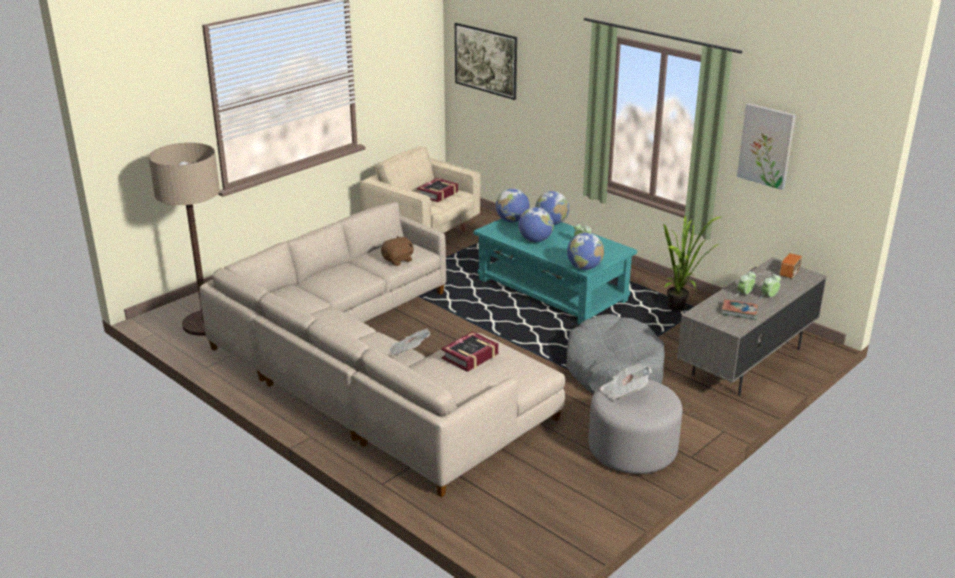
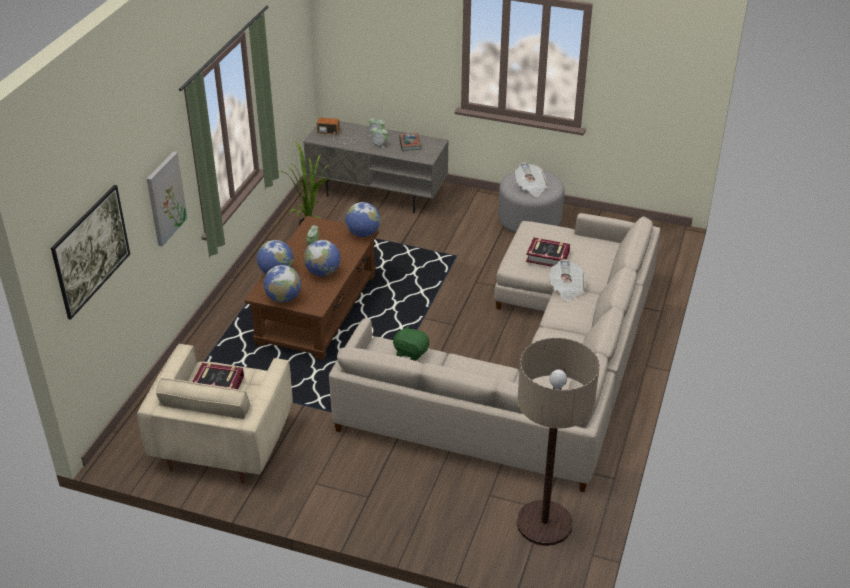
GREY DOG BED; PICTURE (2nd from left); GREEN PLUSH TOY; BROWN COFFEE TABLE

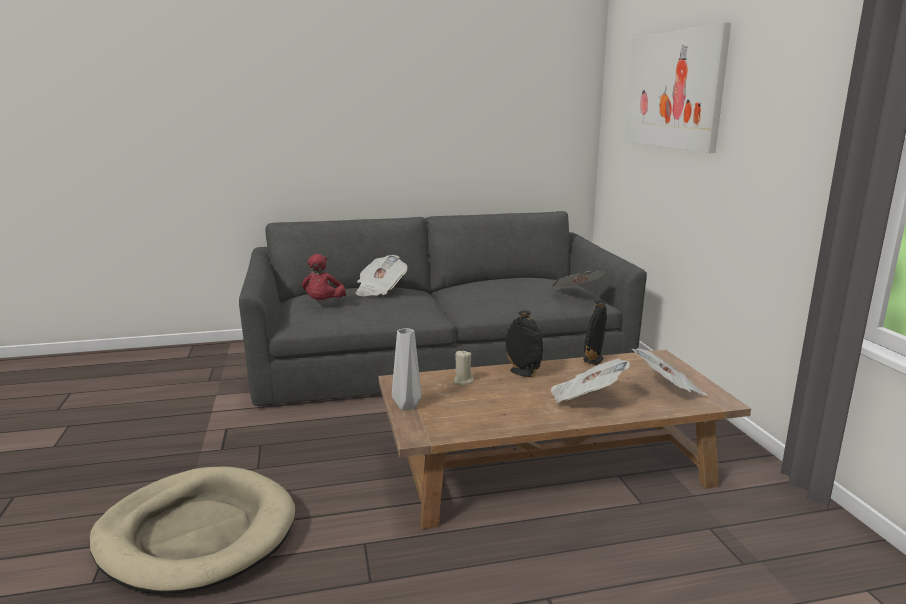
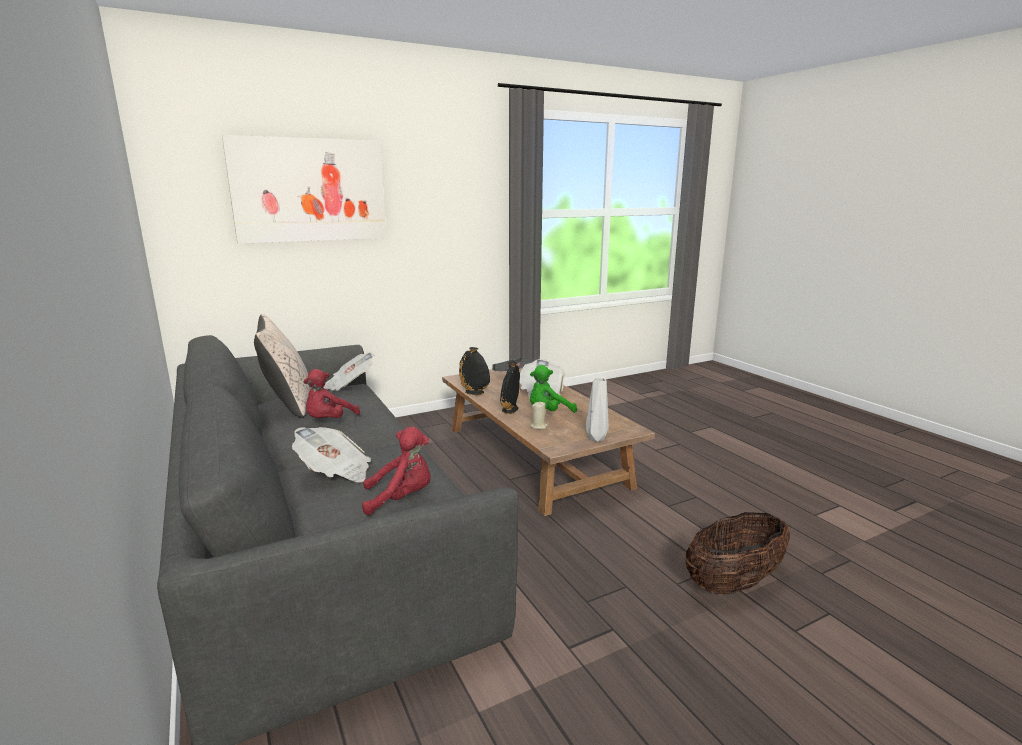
BEIGE PILLOW; RED PLUSH TOY (1st from left); GREEN PLUSH TOY; BASKET

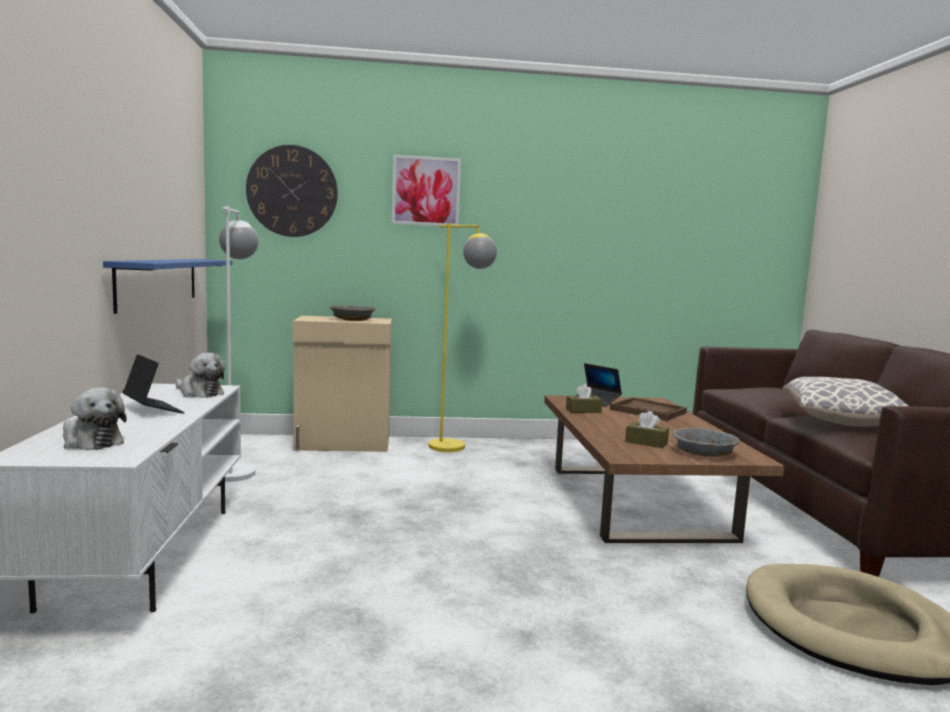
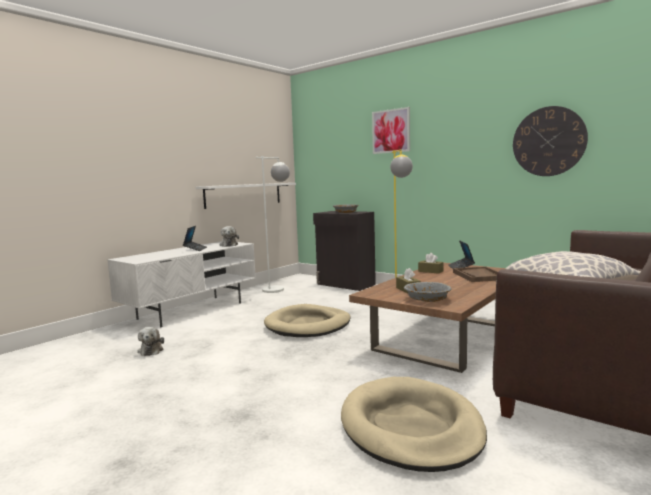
BEIGE DOG BED (1st from left); PLUSH TOY (1st from left); WALL CLOCK; WHITE SHELF; BLACK CABINET

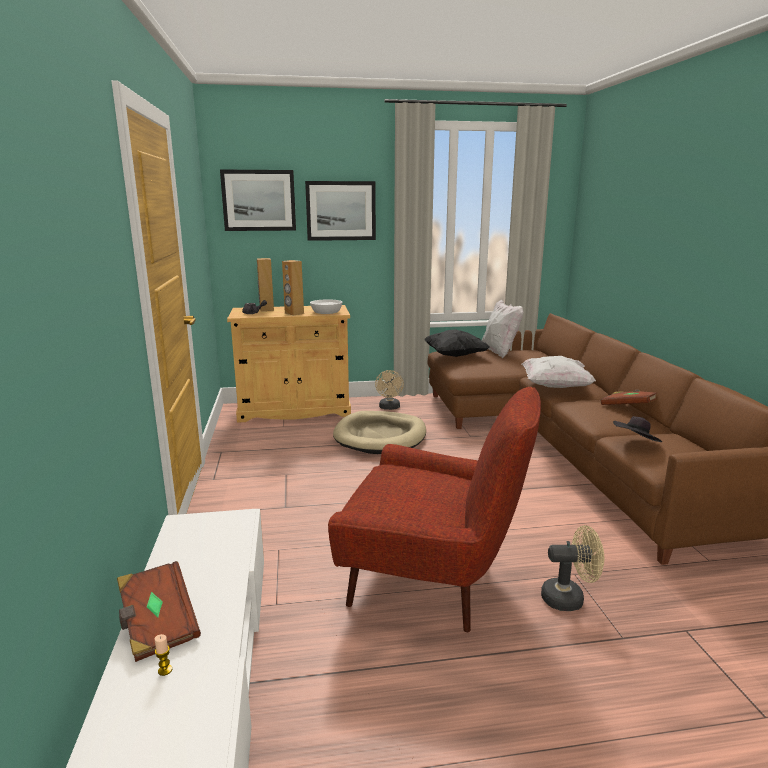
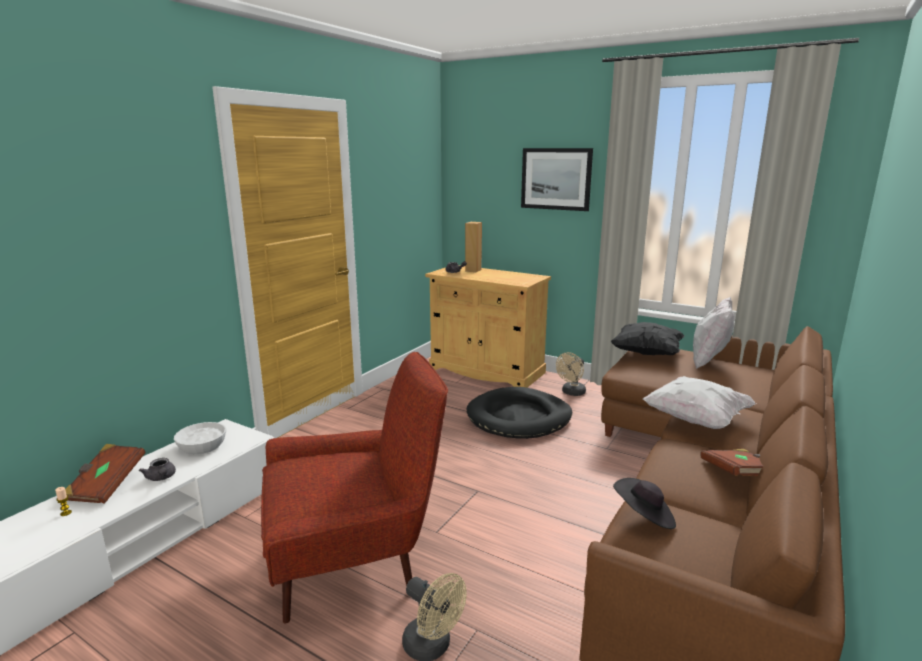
PICTURE (1st from left in the first image); BROWN SPEAKER (2nd from left in the first image); GREY TEAPOT (1st from left); WHITE BOWL; BLACK DOG BED; RED ARMCHAIR

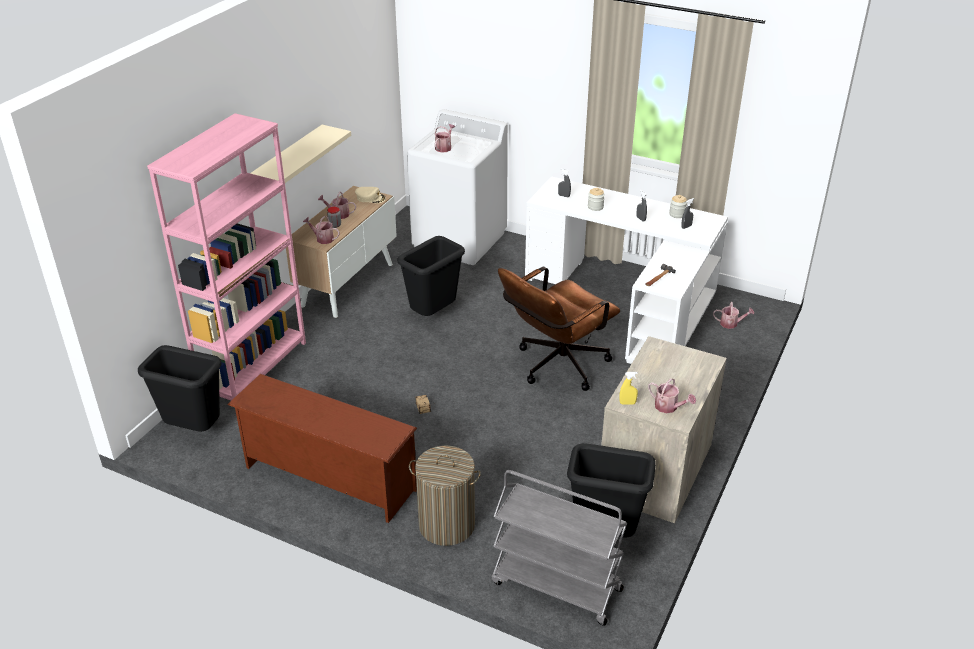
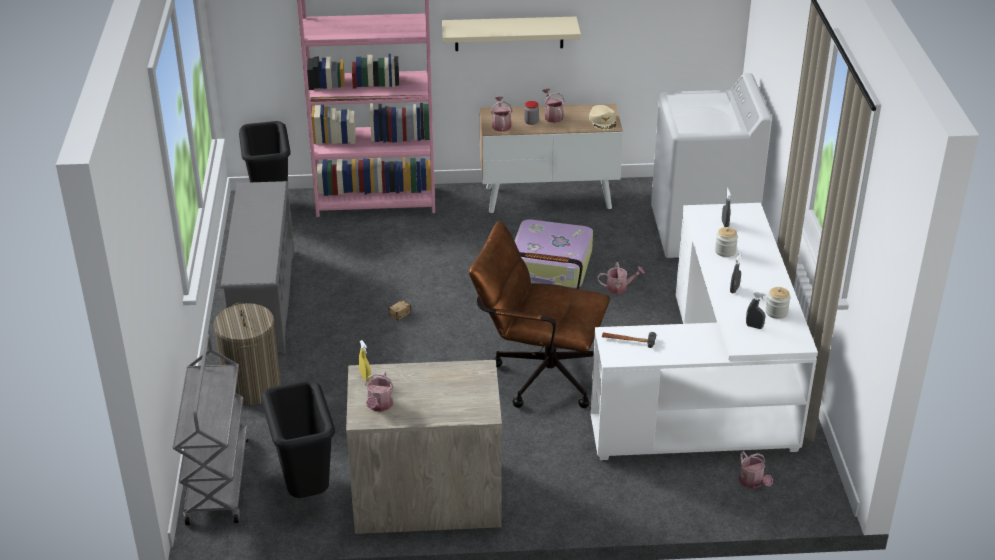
WATERING CAN (4th from left); SUITCASE; GREY SHOE RACK

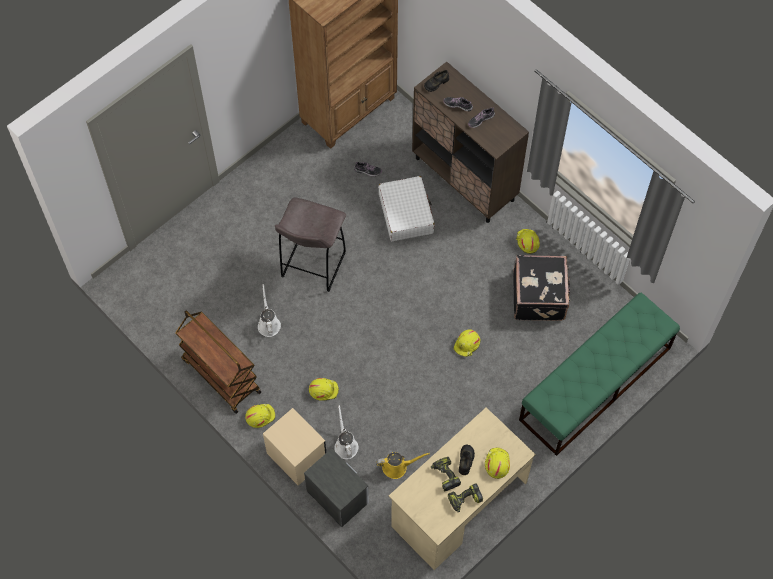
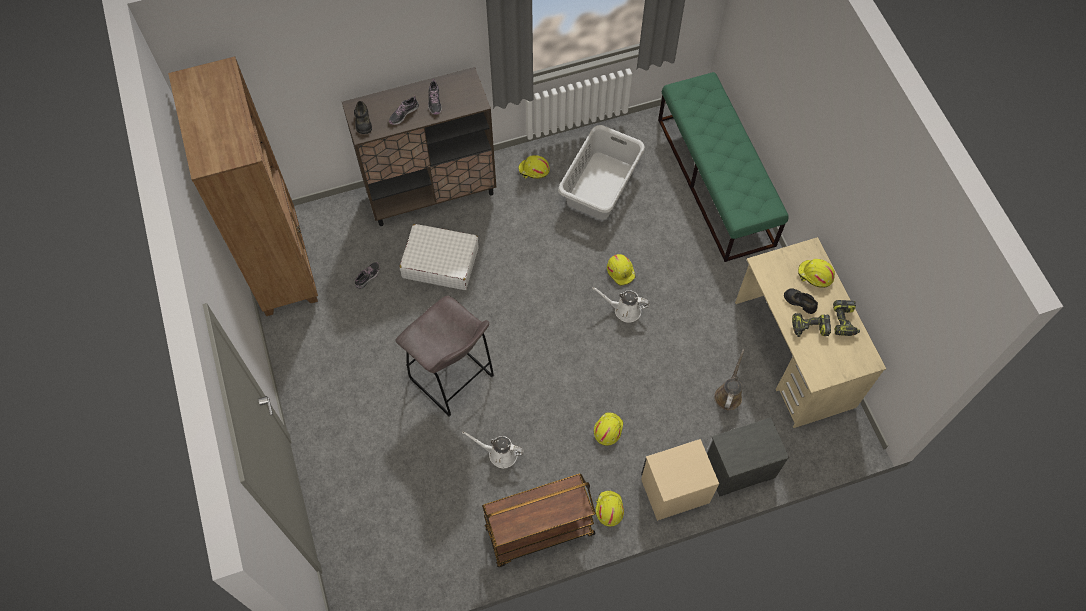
WHITE WATERING CAN (2nd from left); GREY LAUNDRY BASKET; BROWN WATERING CAN

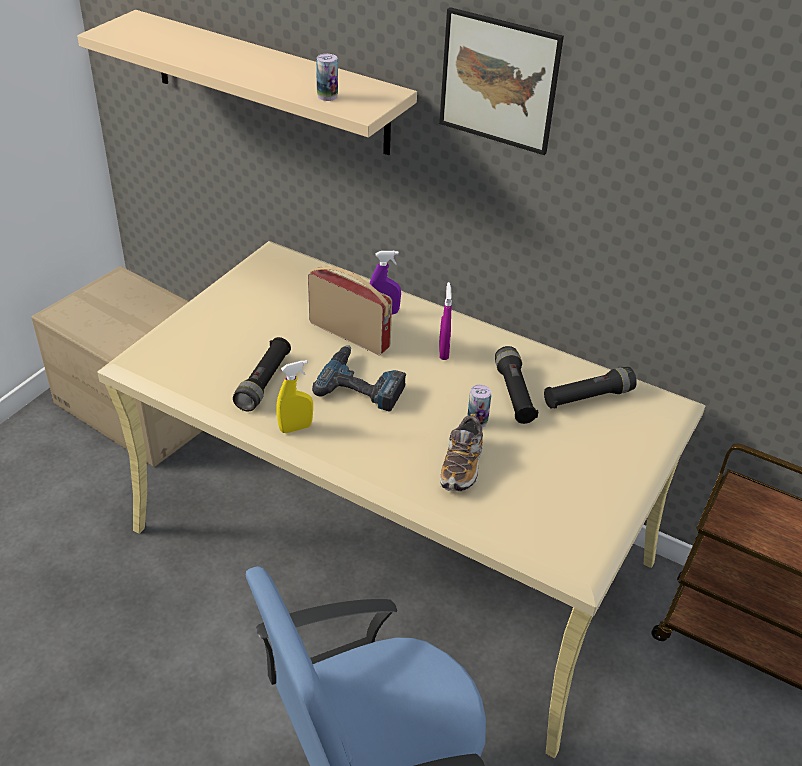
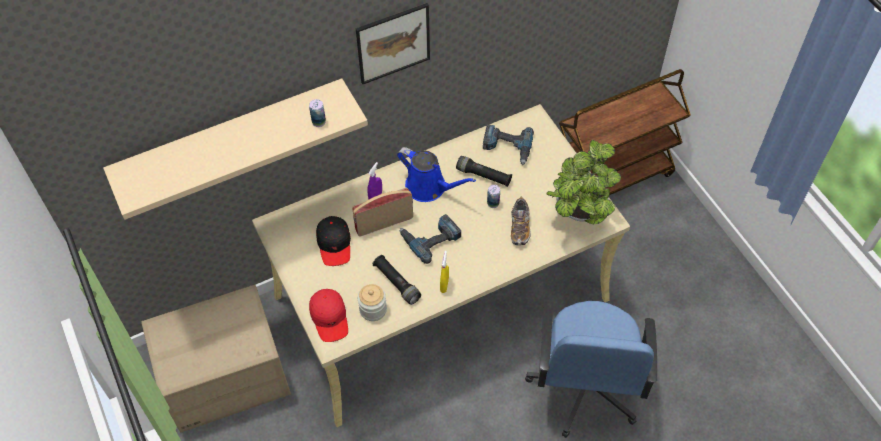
RED CAP; BLACK CAP; JAR; POTTED PLANT; BLUE WATERING CAN; POWER DRILL (2nd from left); SHOE

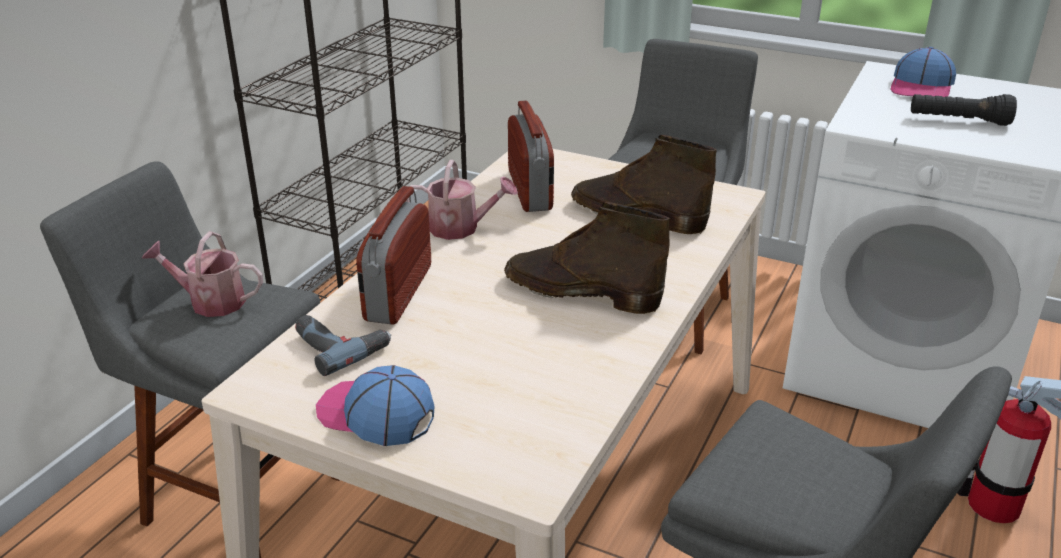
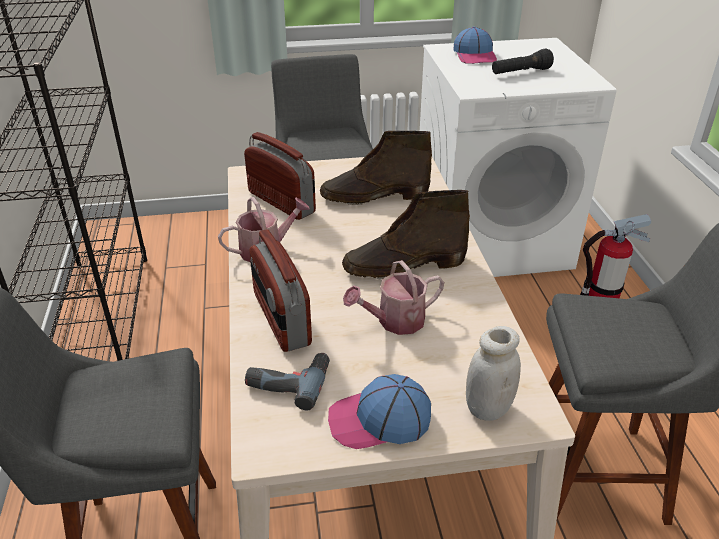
WHITE JAR; WATERING CAN (2nd from left)

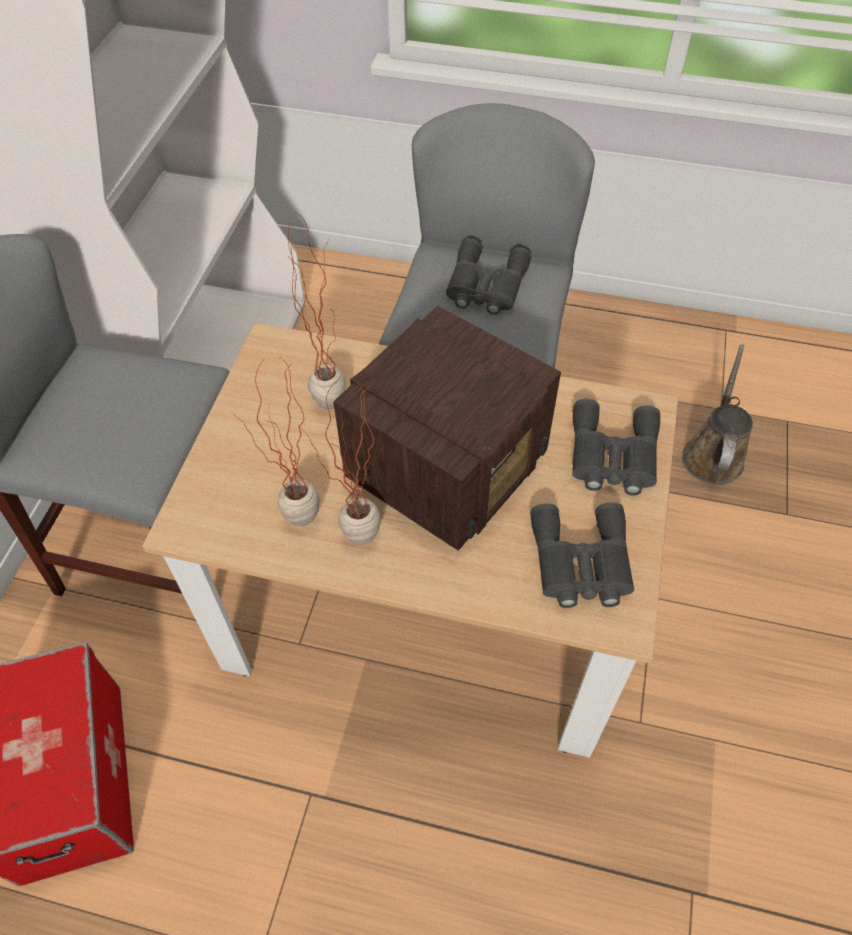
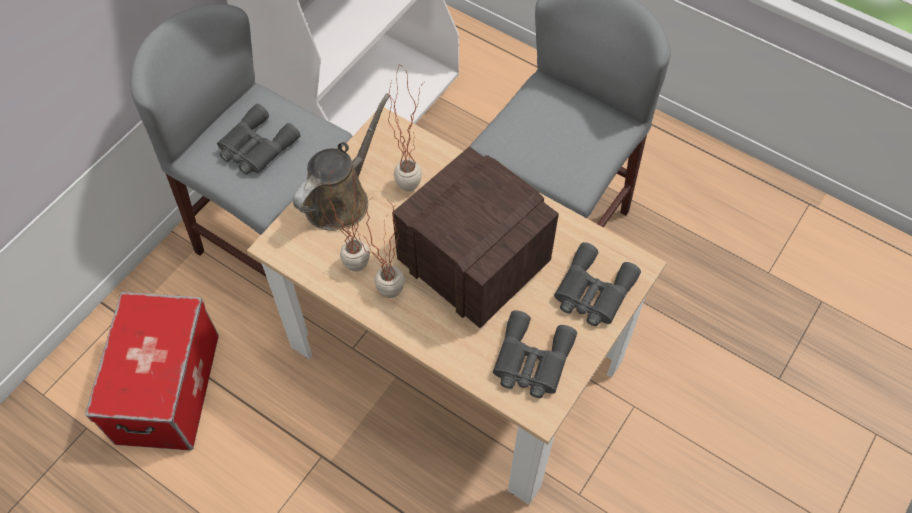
GREY BINOCULARS (1st from left); BROWN WATERING CAN; RADIO

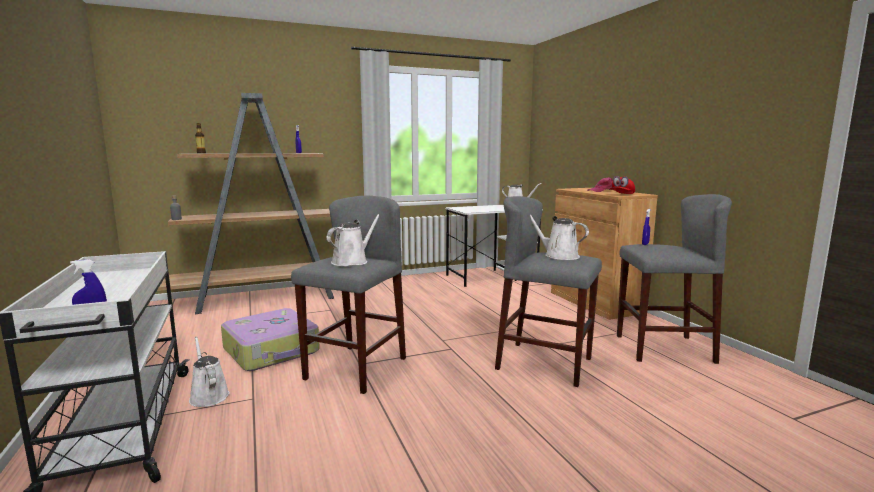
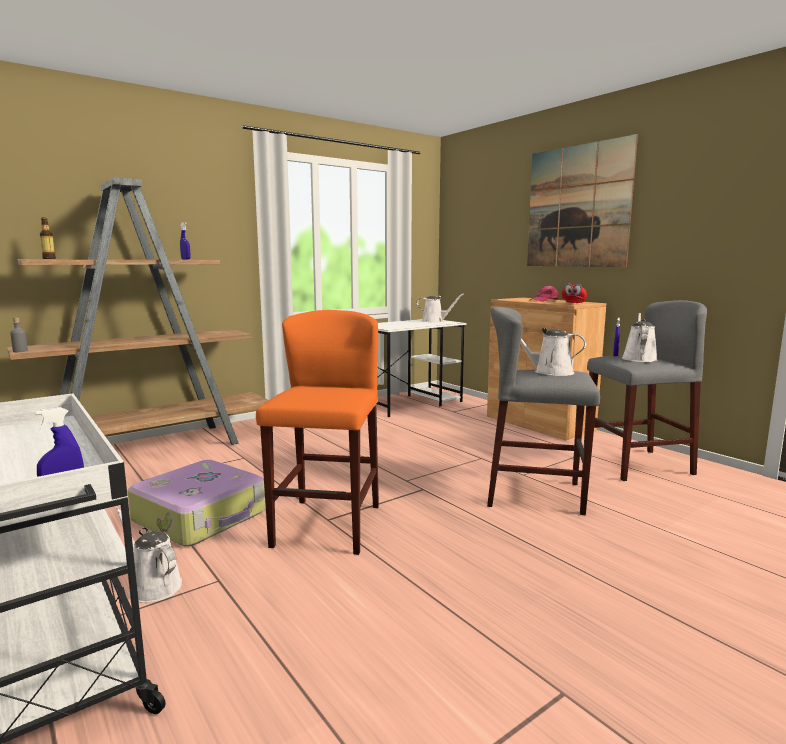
PICTURE; WHITE WATERING CAN (4th from left); ORANGE STOOL

